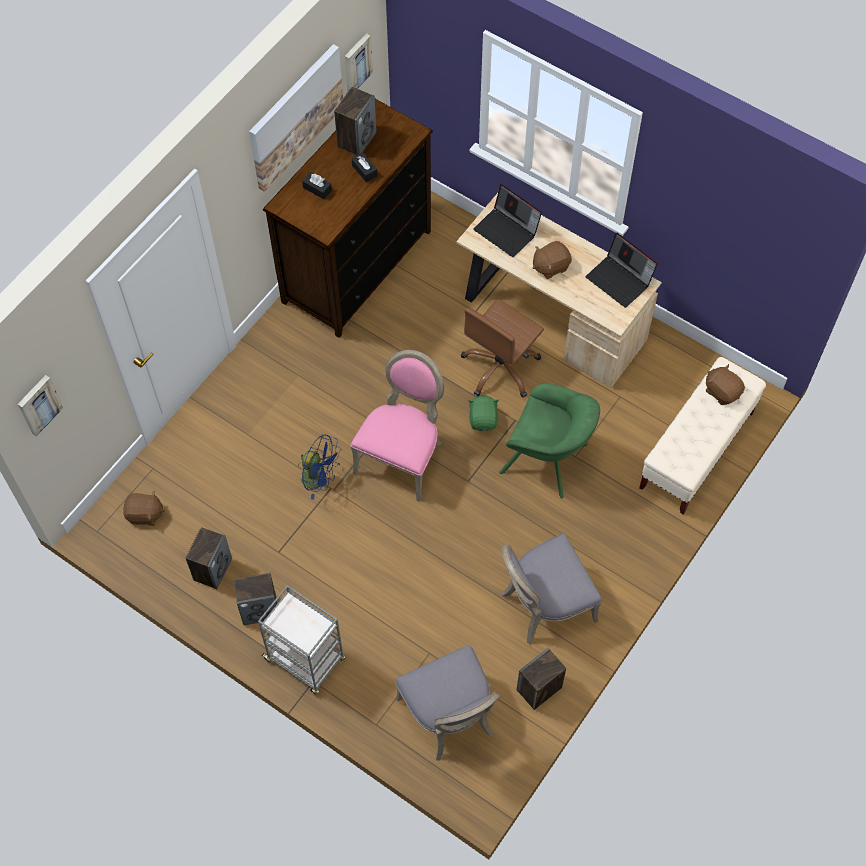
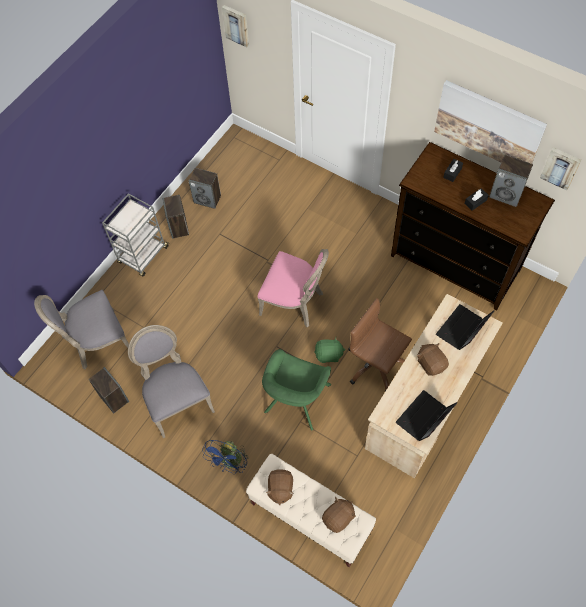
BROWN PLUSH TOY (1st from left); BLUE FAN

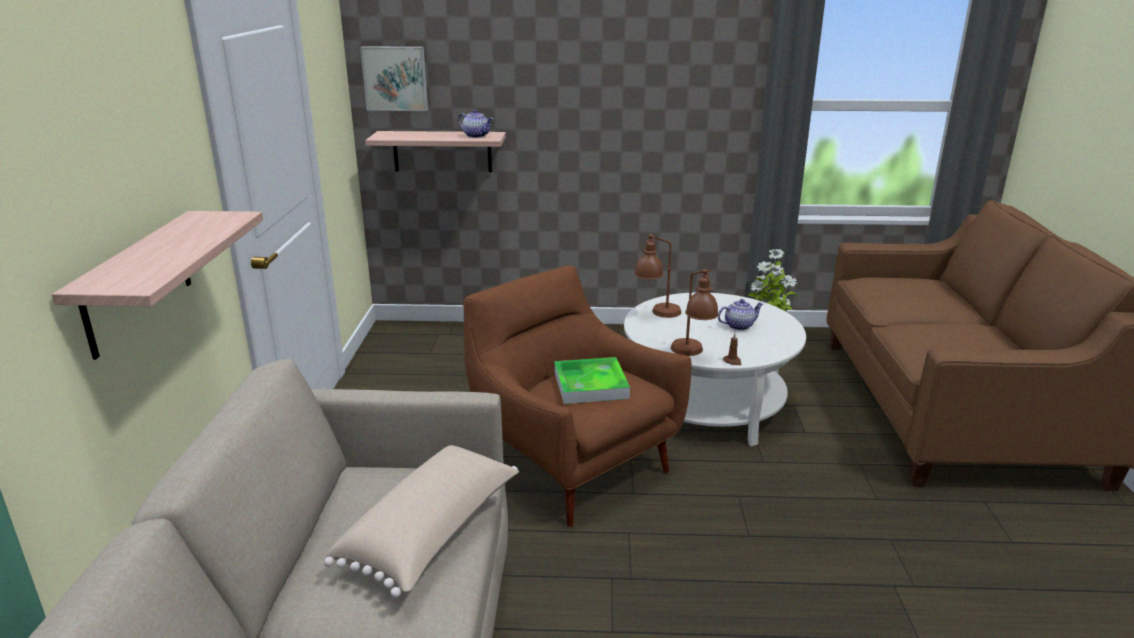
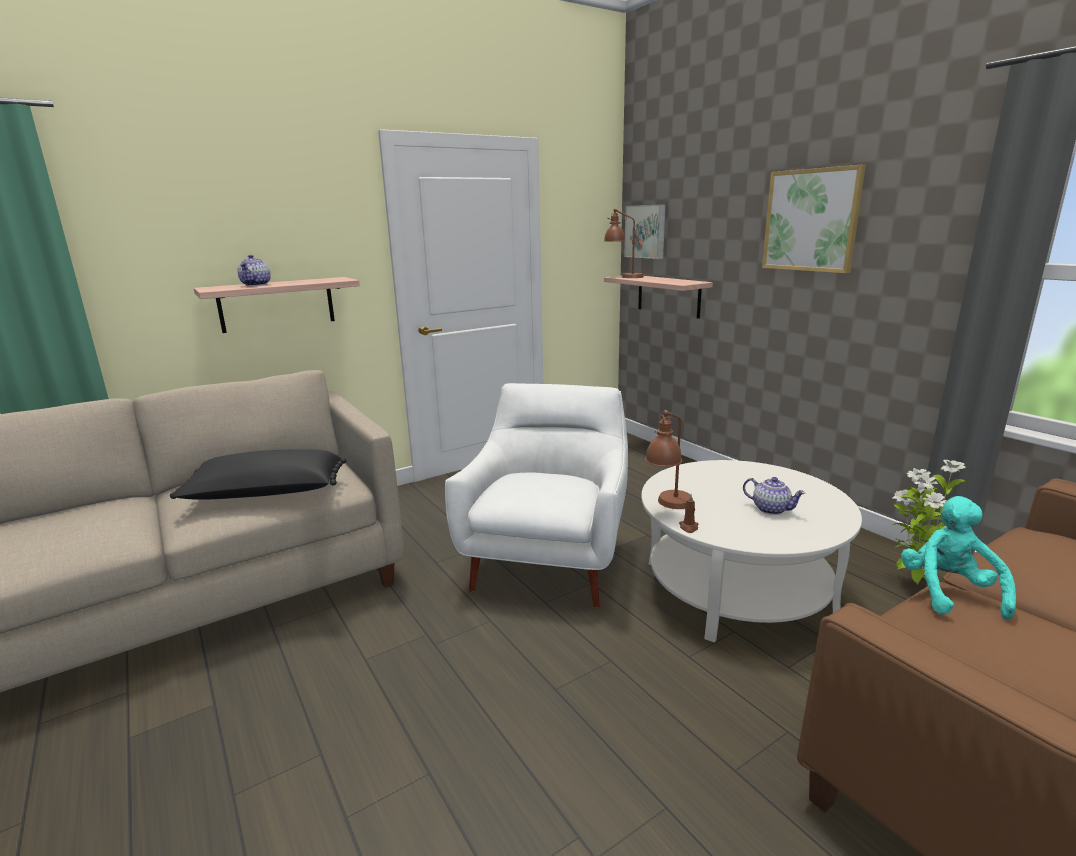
TRAY; PICTURE (2nd from left); TURQUOISE PLUSH TOY; TEAPOT (1st from left); BROWN TABLE LAMP (1st from left); BLACK PILLOW; WHITE ARMCHAIR

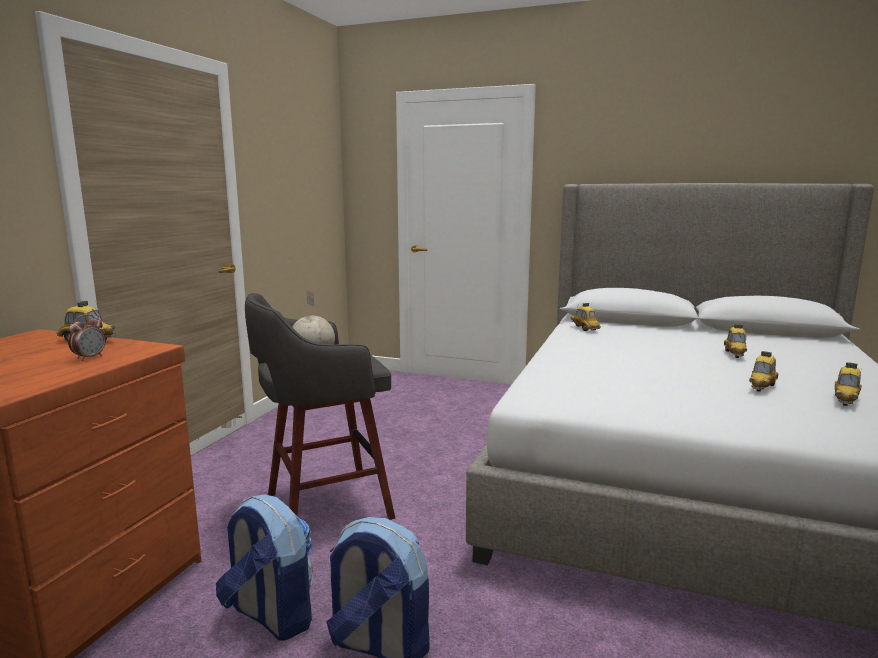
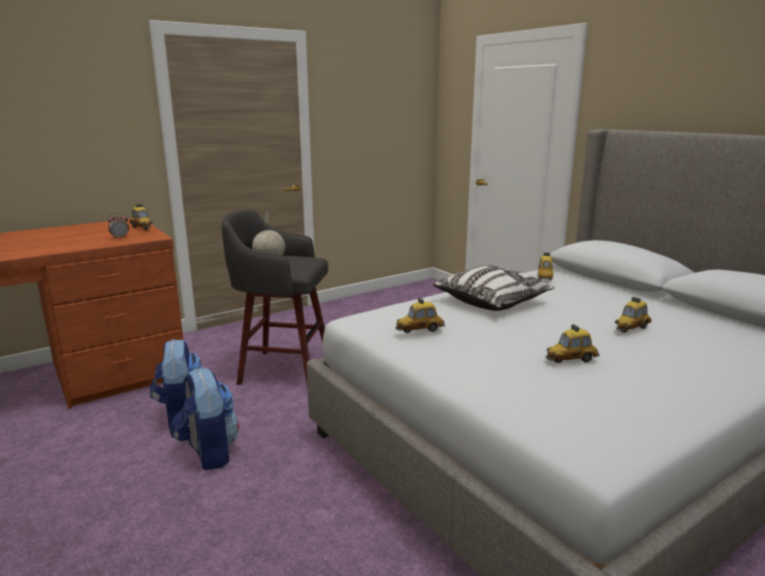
PILLOW; TOY CAR (2nd from left)

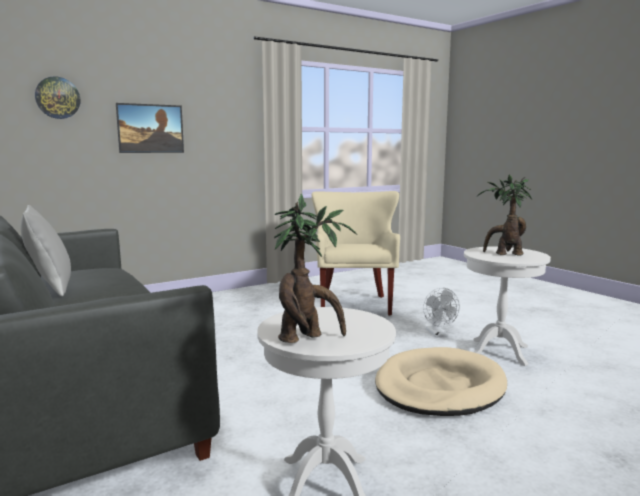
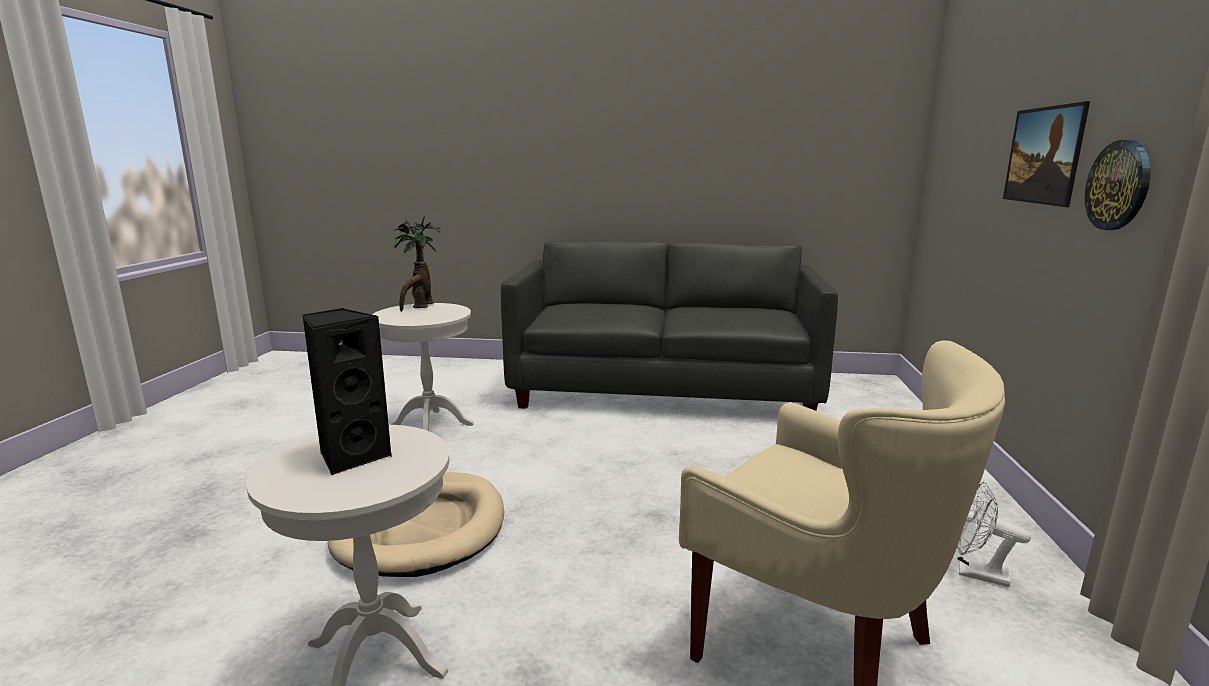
GREY PILLOW; WALL CLOCK; WHITE FAN; BLACK SPEAKER

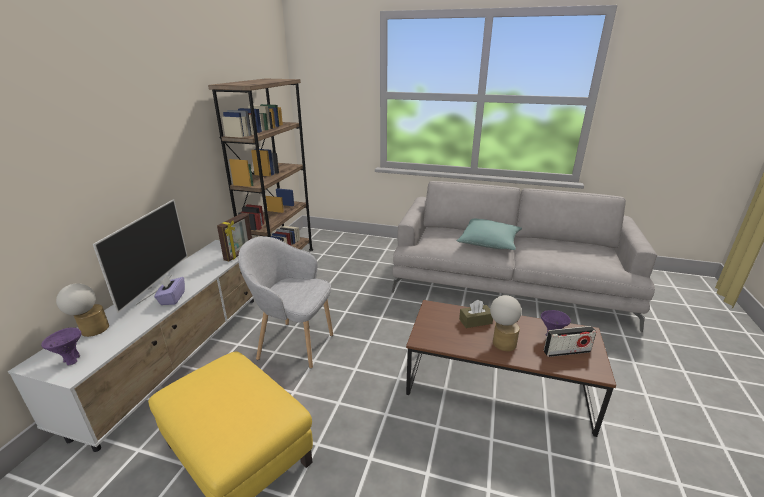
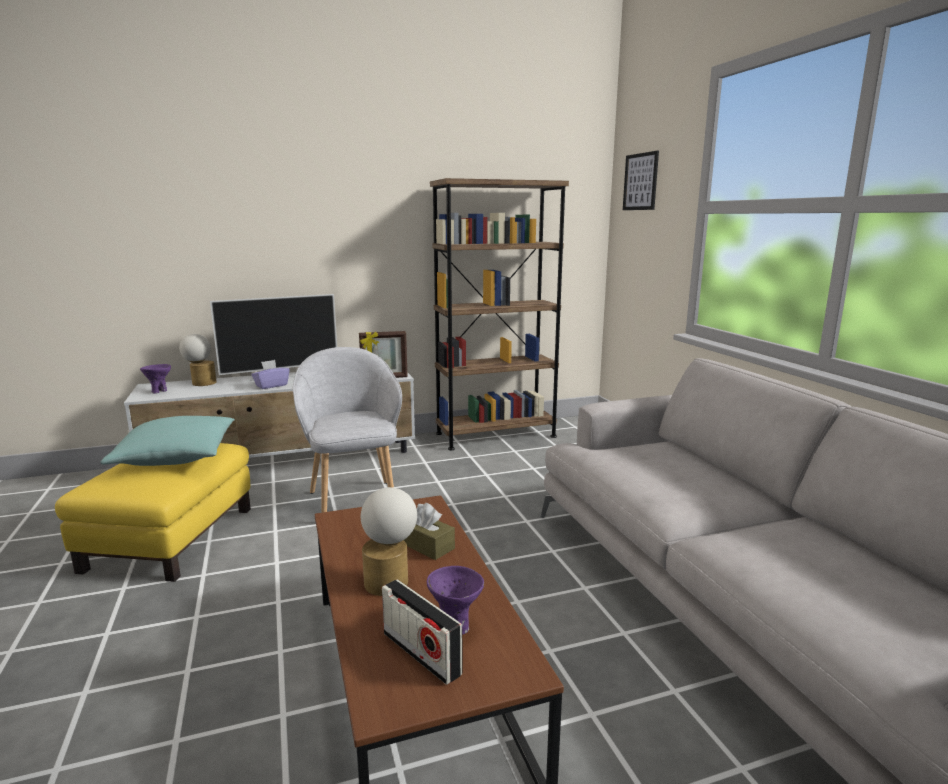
PICTURE; TURQUOISE PILLOW

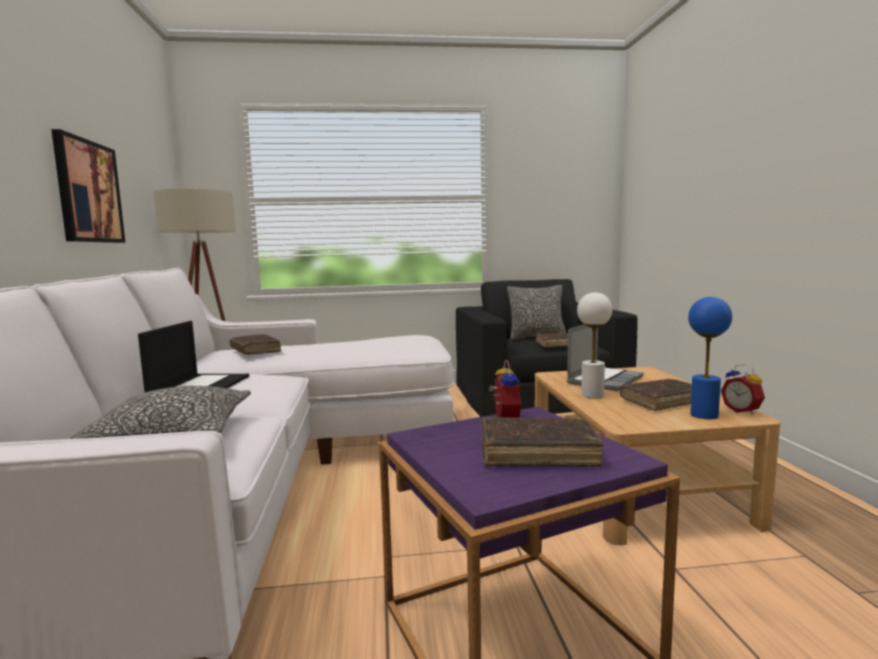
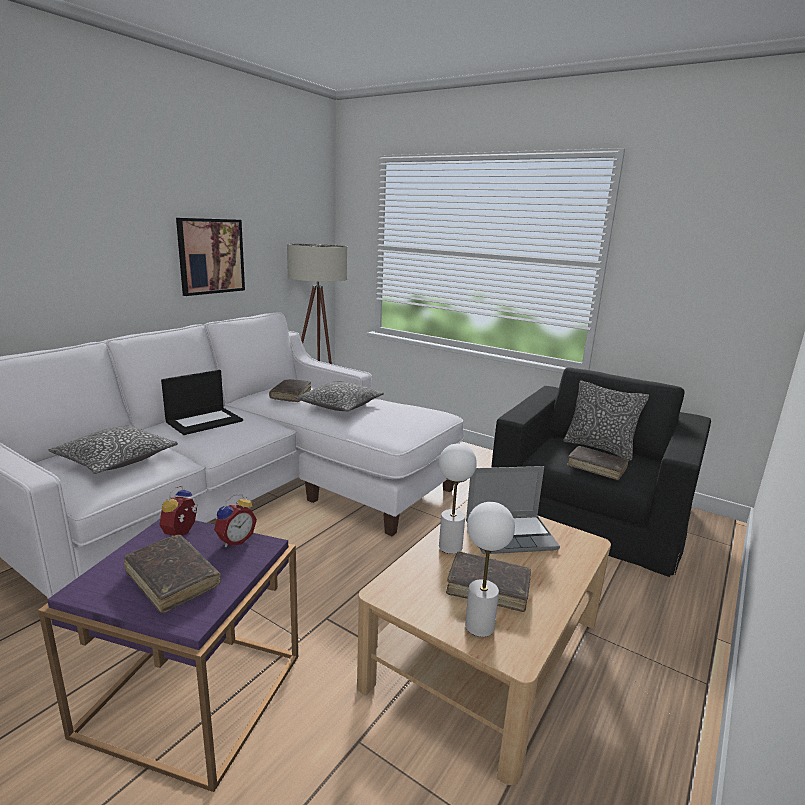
PILLOW (2nd from left); ALARM CLOCK (1st from left); WHITE TABLE LAMP (2nd from left)

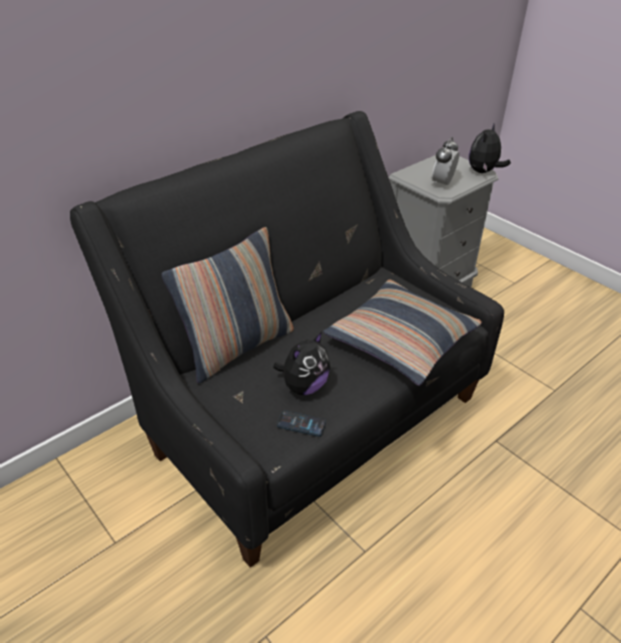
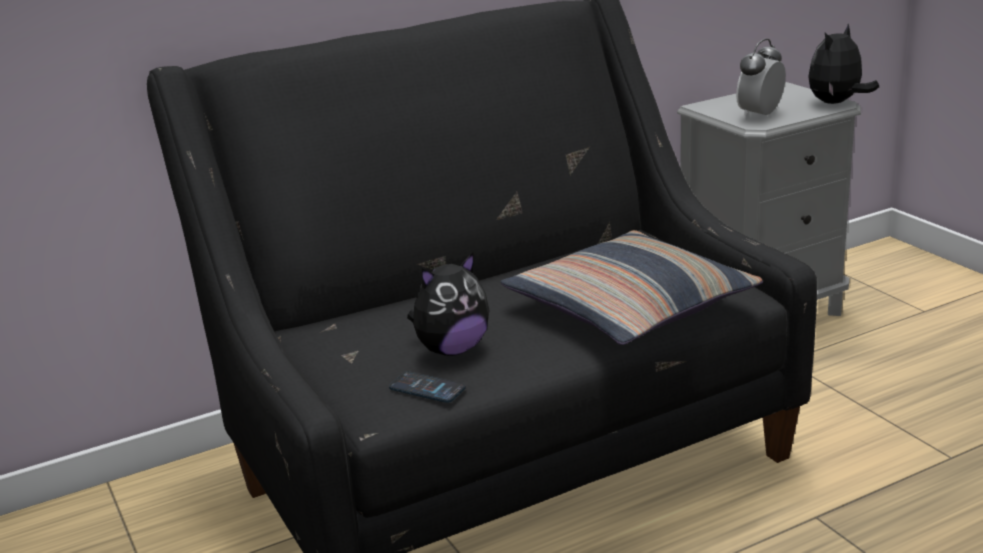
PILLOW (1st from left in the first image)

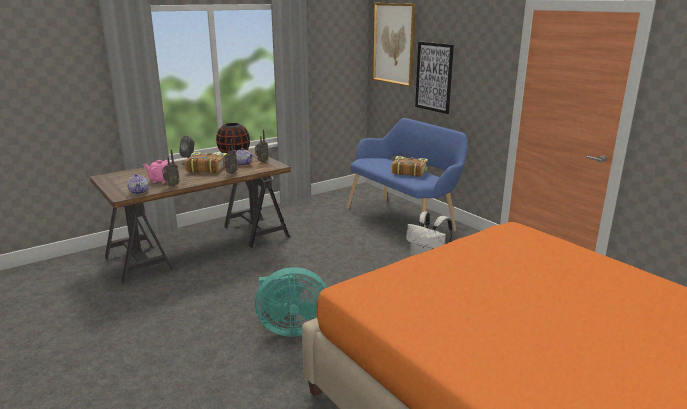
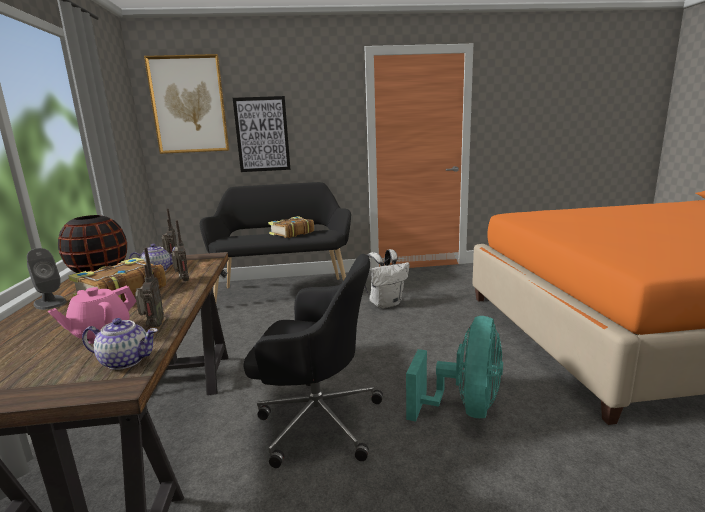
BLACK OFFICE CHAIR; BLACK BENCH

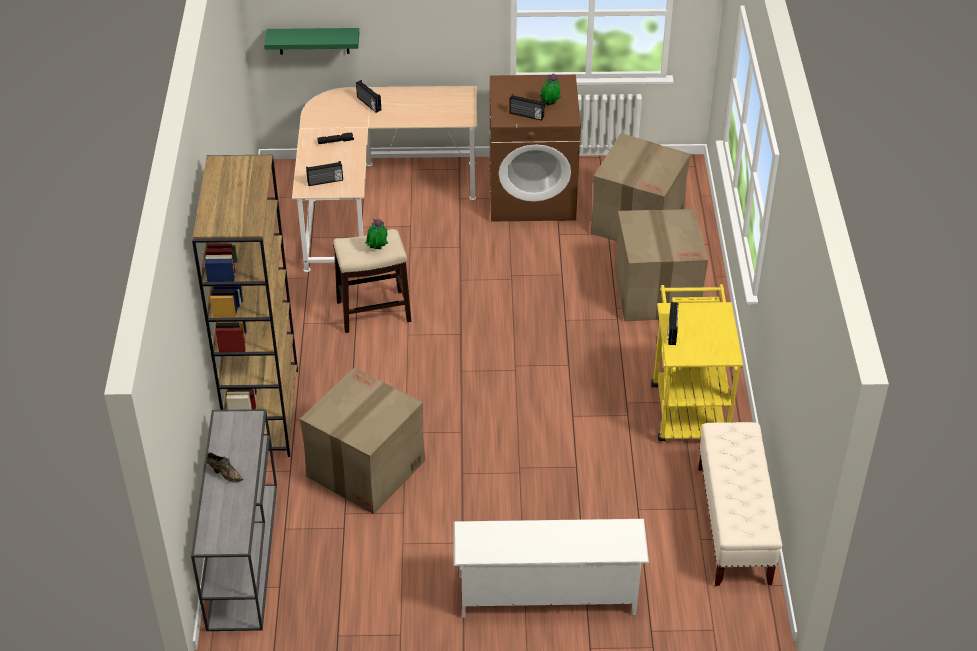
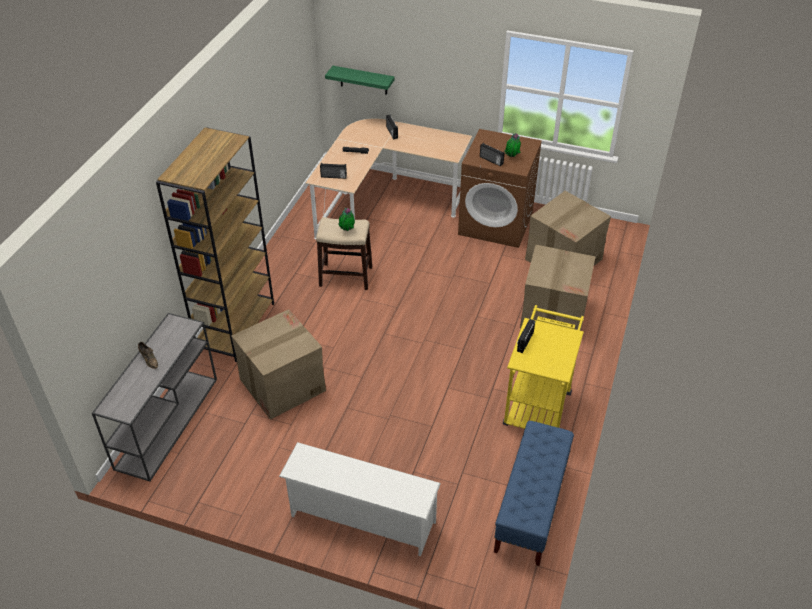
BLUE BENCH

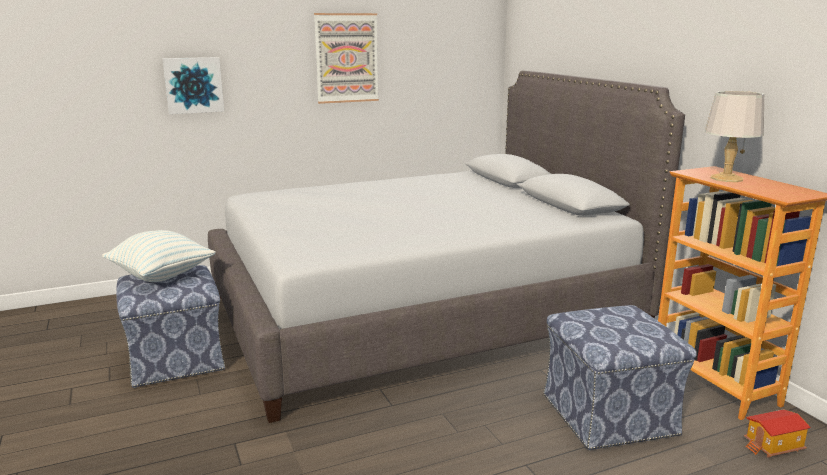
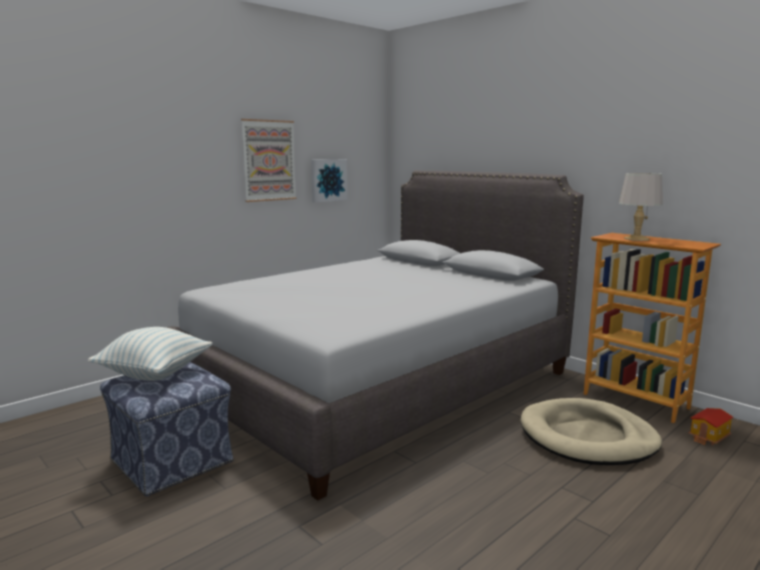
PICTURE (2nd from left); BEIGE DOG BED

